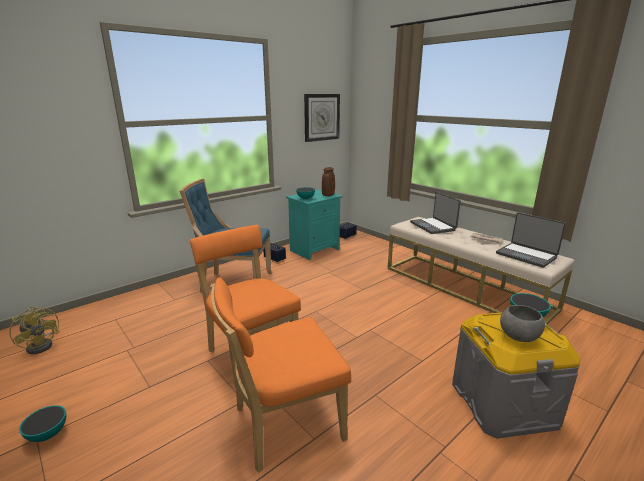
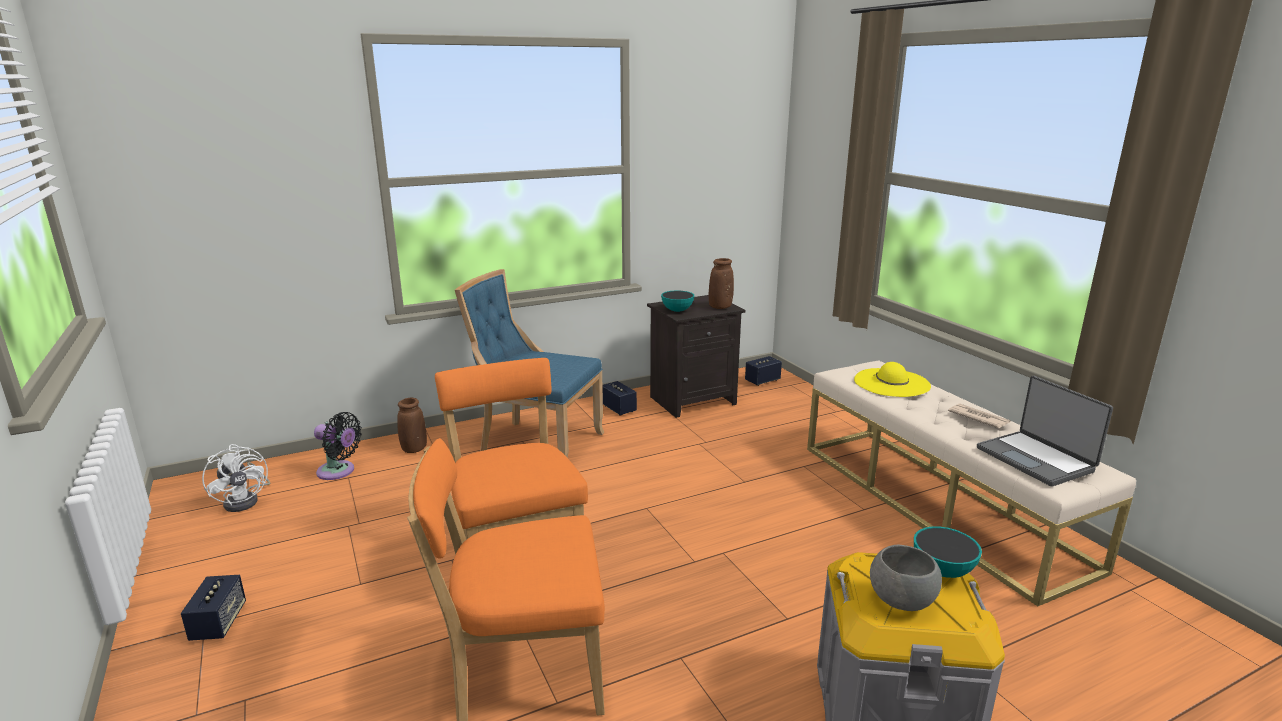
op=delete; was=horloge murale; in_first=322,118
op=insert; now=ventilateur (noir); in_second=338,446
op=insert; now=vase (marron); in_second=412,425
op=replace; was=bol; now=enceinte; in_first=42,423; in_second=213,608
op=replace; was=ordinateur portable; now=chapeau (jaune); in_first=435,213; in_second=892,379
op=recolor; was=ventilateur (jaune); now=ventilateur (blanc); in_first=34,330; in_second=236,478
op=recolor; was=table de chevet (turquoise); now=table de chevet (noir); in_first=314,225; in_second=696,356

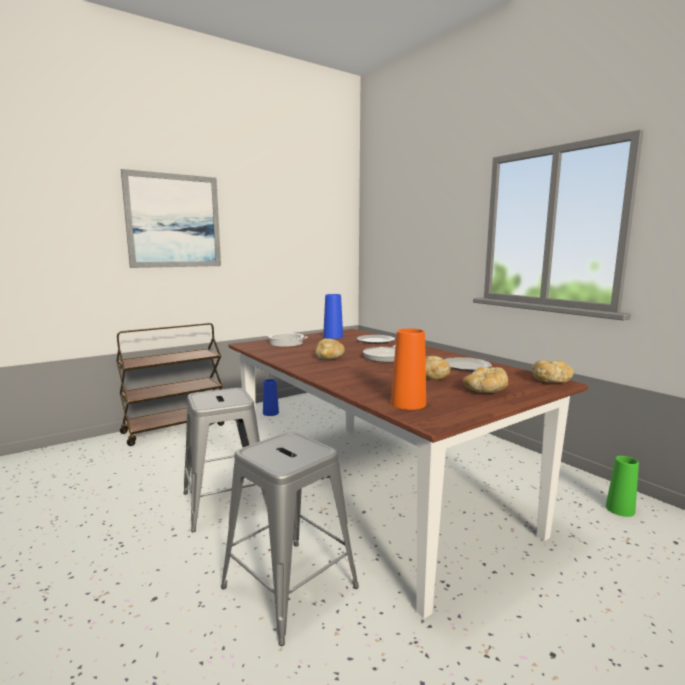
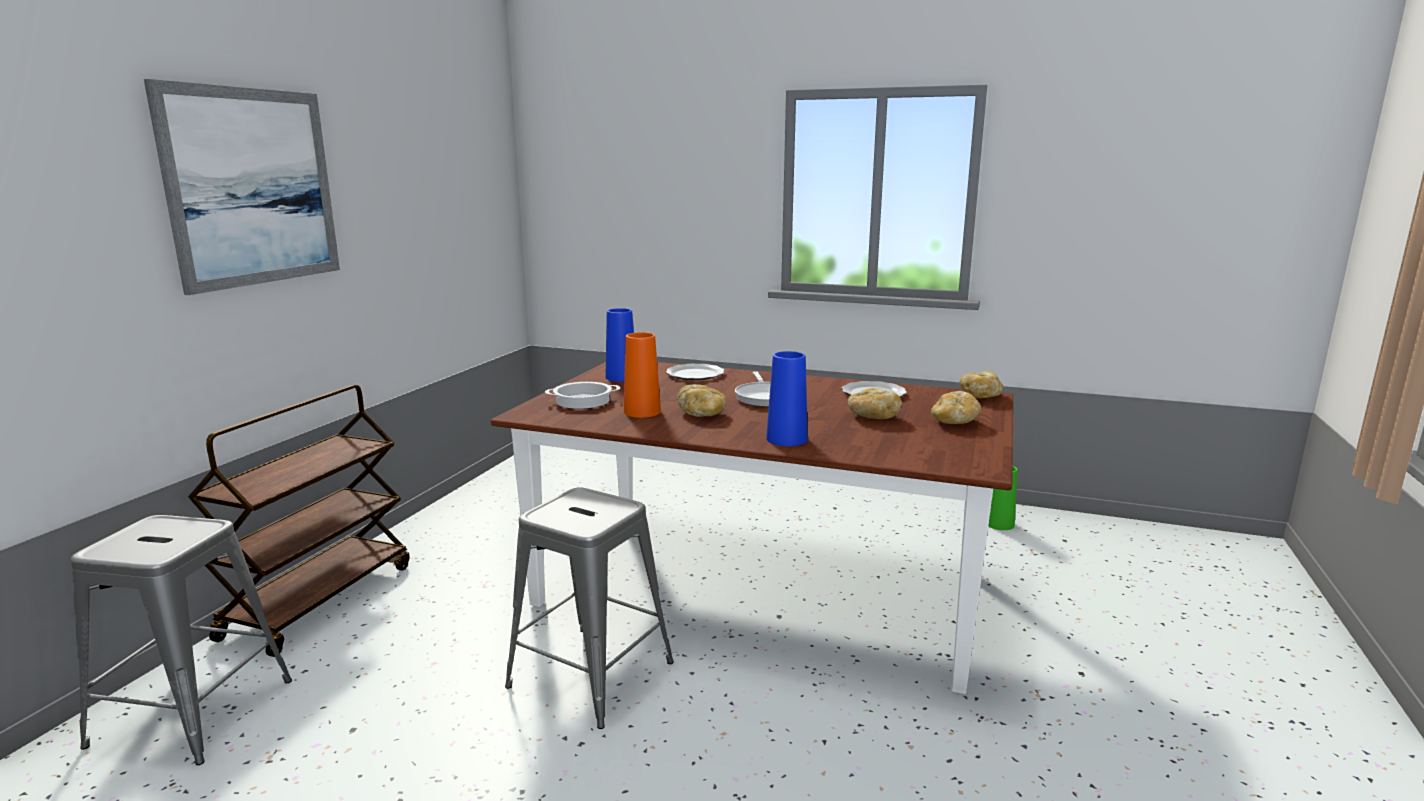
op=move; was=tabouret (gris); in_first=290,538; in_second=181,640
op=move; was=vase (bleu); in_first=271,397; in_second=787,398
op=move; was=vase (orange); in_first=408,369; in_second=642,375

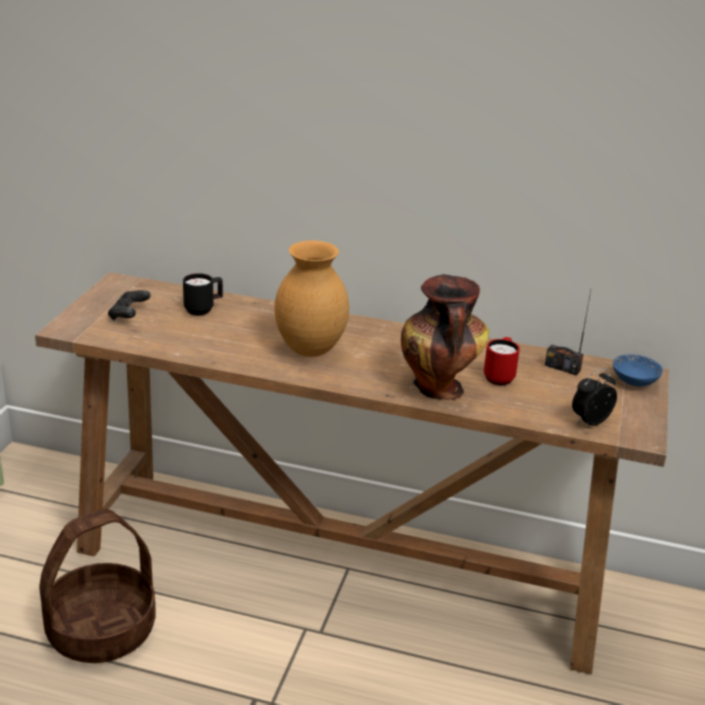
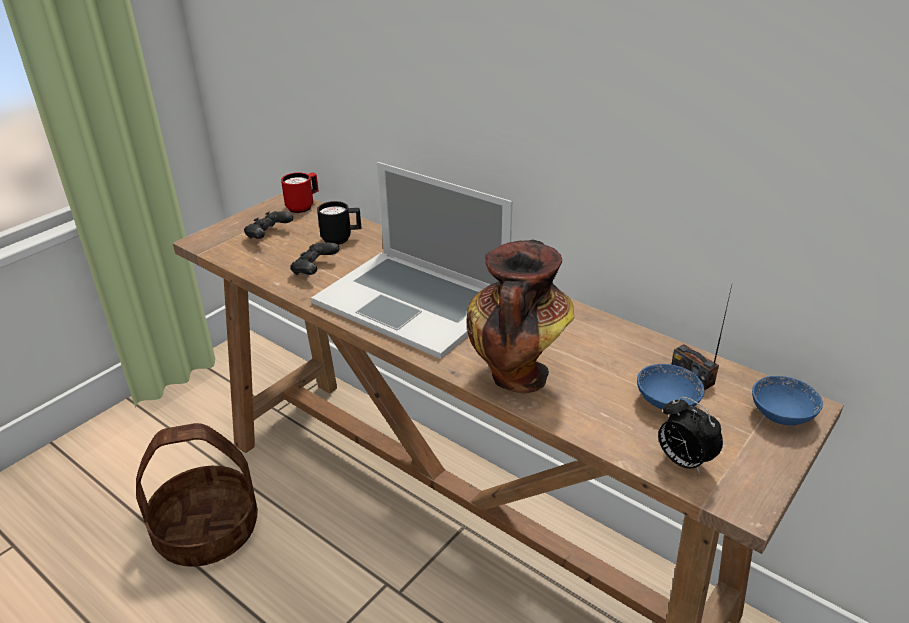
op=insert; now=manette (noir); in_second=315,259
op=insert; now=bol (bleu); in_second=670,387
op=move; was=mug (rouge); in_first=502,361; in_second=300,192
op=replace; was=vase (marron); now=ordinateur portable; in_first=312,299; in_second=411,260
op=rotate; was=réveil; in_first=594,397; in_second=690,435; clockwise=-120

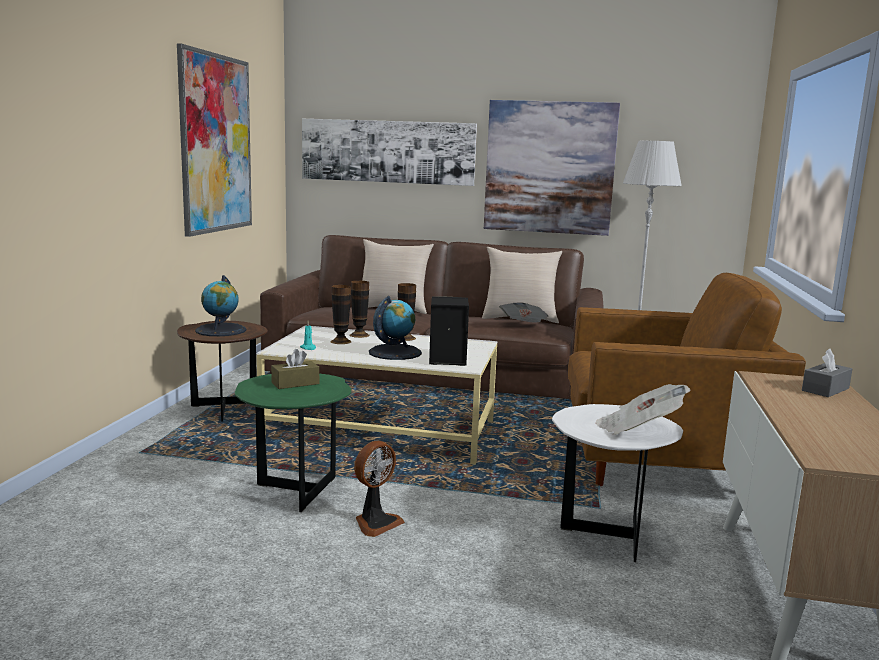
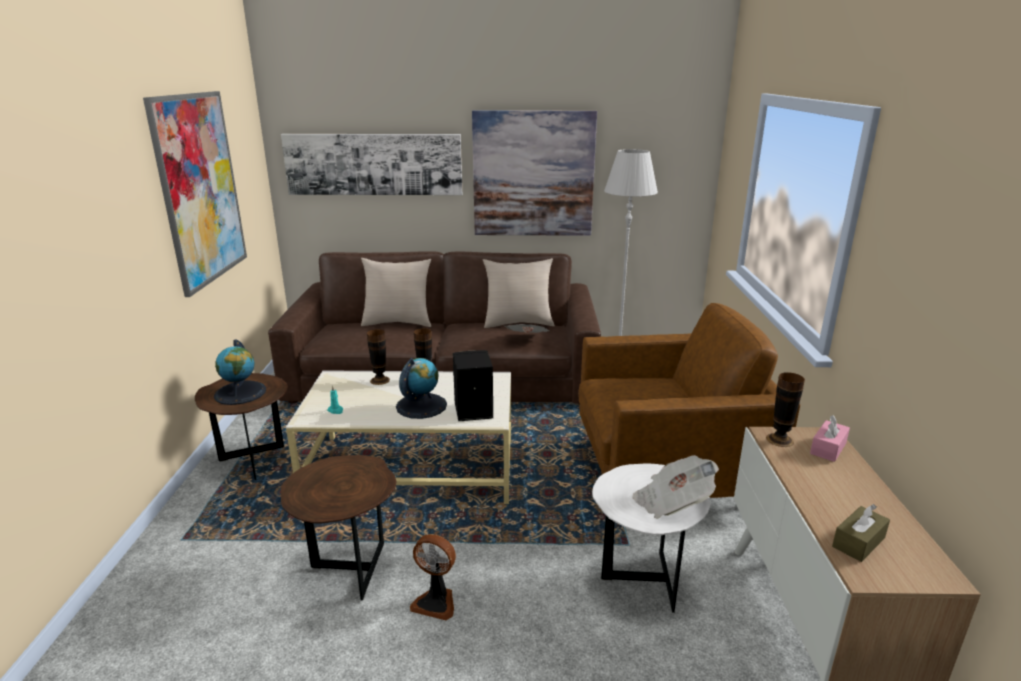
op=move; was=boîte à mouchoirs (marron); in_first=295,369; in_second=861,533
op=move; was=vase; in_first=341,314; in_second=785,409
op=recolor; was=table d'appoint (vert); now=table d'appoint (marron); in_first=293,443; in_second=338,527
op=recolor; was=boîte à mouchoirs (gris); now=boîte à mouchoirs (rose); in_first=827,373; in_second=830,438
op=rotate; was=ventilateur; in_first=379,489; in_second=433,577; clockwise=75

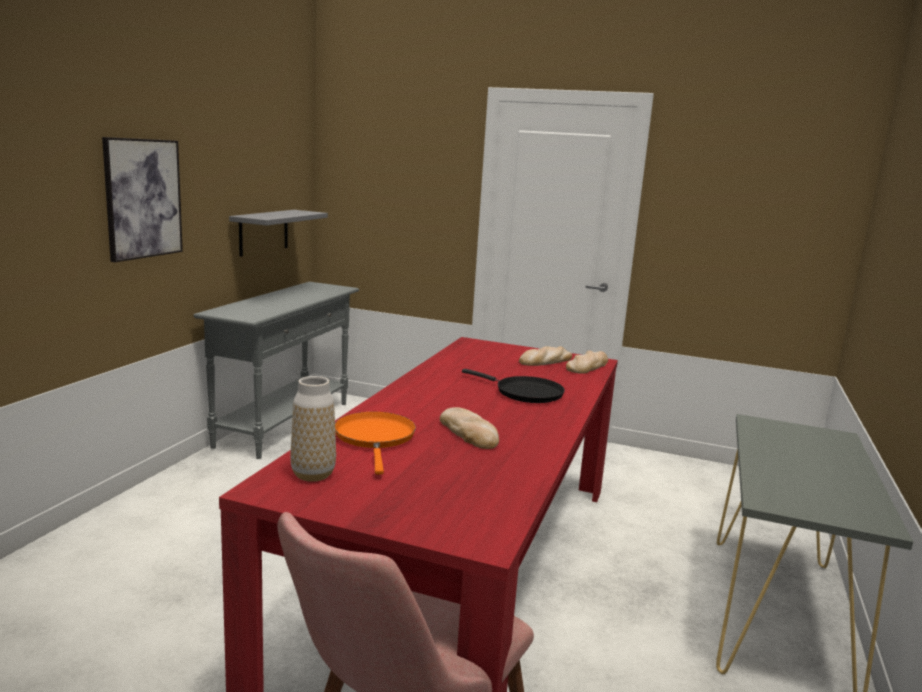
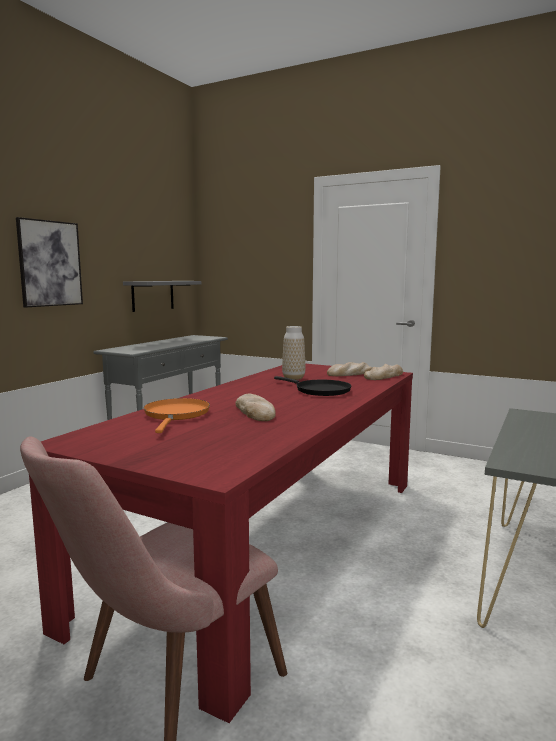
op=move; was=vase; in_first=313,429; in_second=293,353

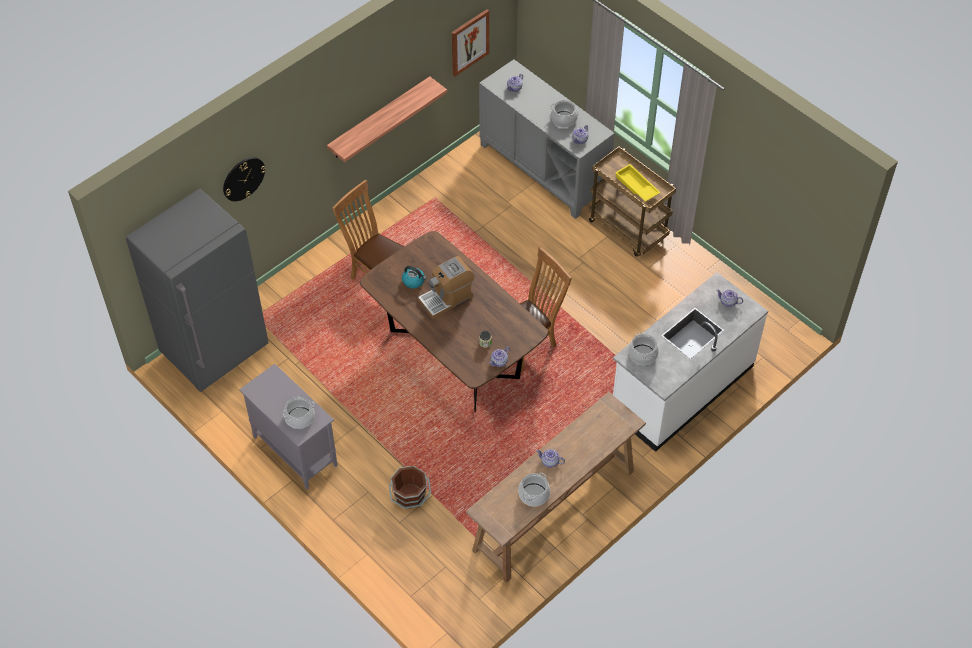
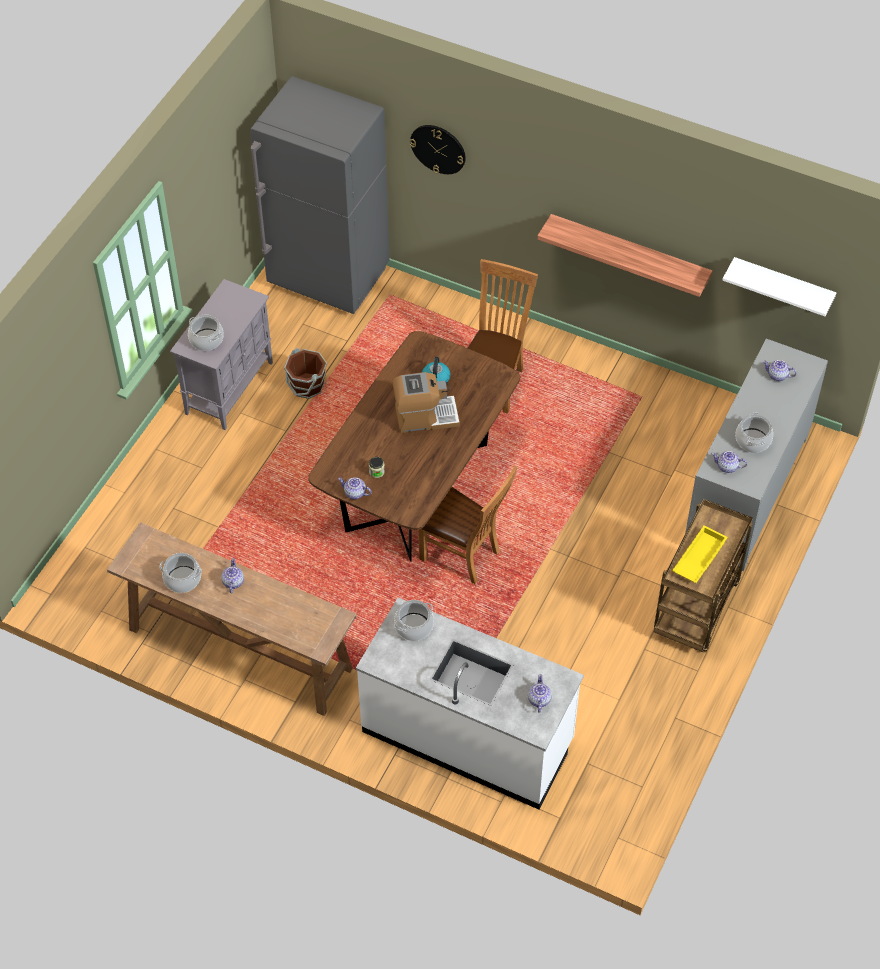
op=move; was=seau (marron); in_first=410,487; in_second=305,373
op=replace; was=tableau; now=étagère (blanc); in_first=470,43; in_second=779,286
op=rotate; was=machine à café; in_first=446,287; in_second=426,402; clockwise=135

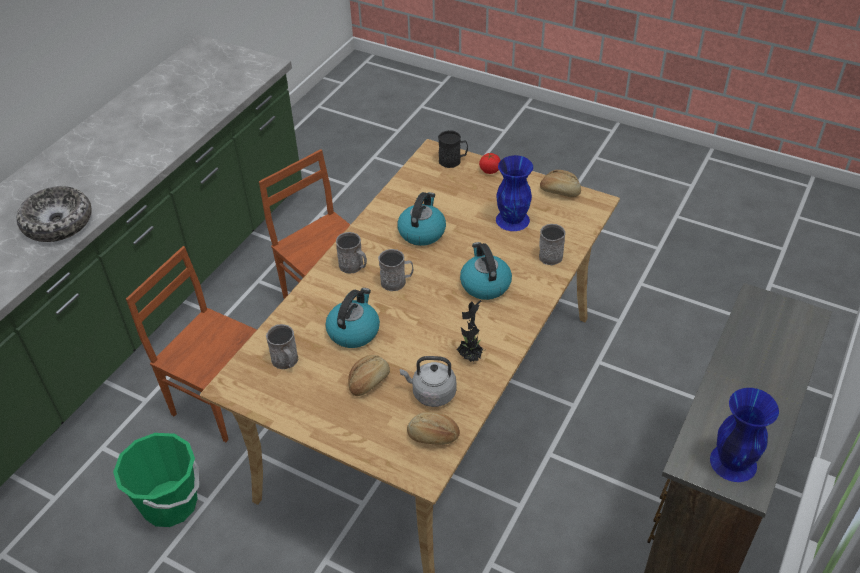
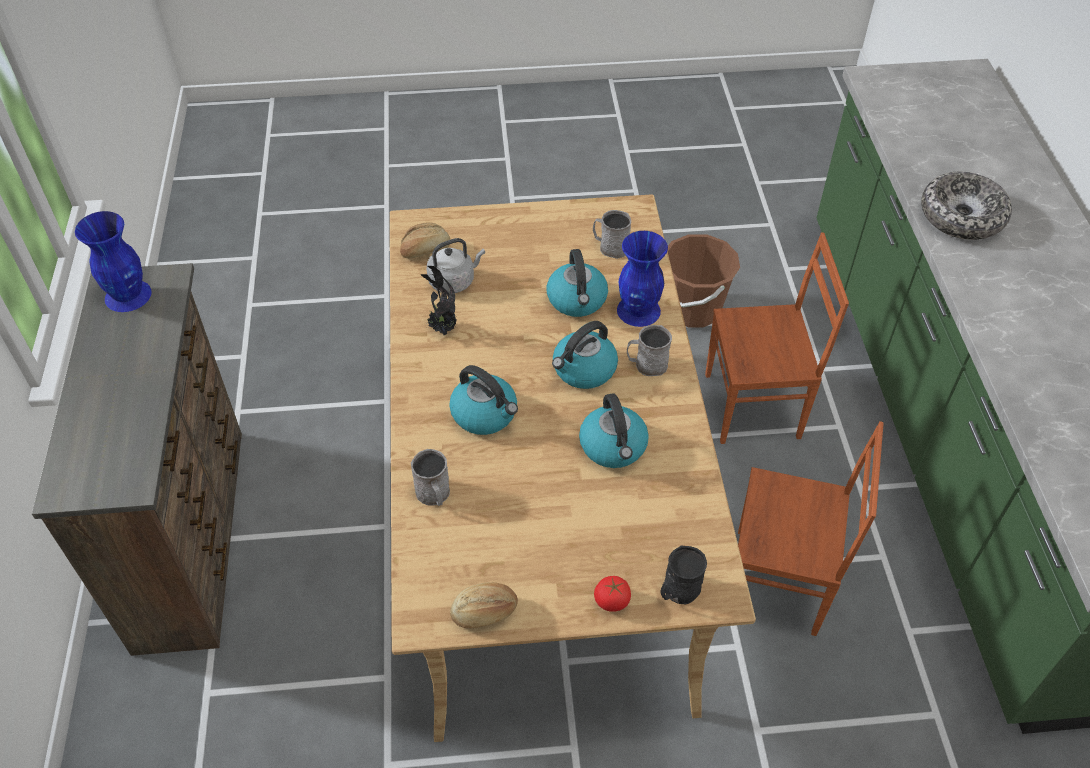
op=delete; was=pain; in_first=369,375
op=move; was=vase (bleu); in_first=514,193; in_second=642,279
op=replace; was=mug (gris); now=bouilloire; in_first=396,270; in_second=585,355
op=recolor; was=seau (vert); now=seau (marron); in_first=156,480; in_second=704,281

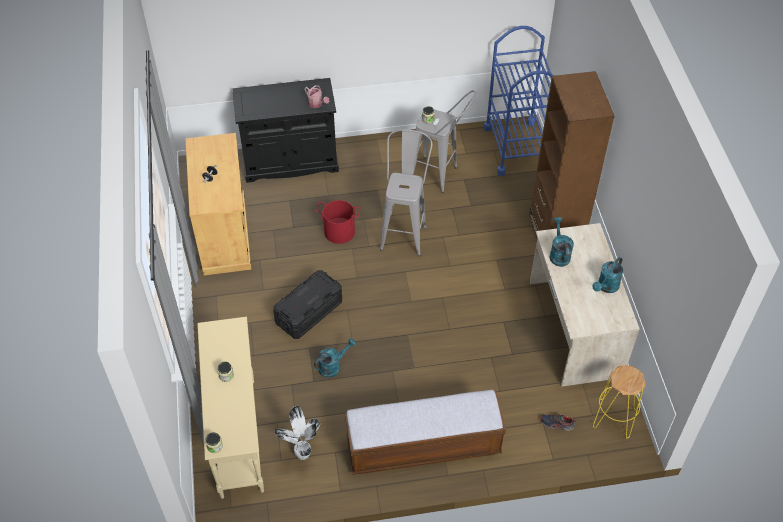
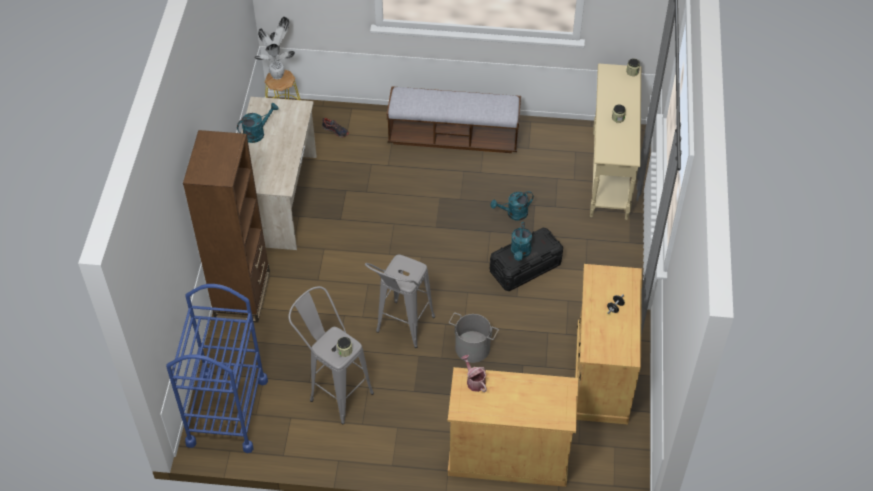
op=move; was=plante en pot; in_first=297,433; in_second=274,48
op=move; was=arrosoir (turquoise); in_first=562,242; in_second=521,241
op=recolor; was=meuble de rangement (noir); now=meuble de rangement (beige); in_first=285,130; in_second=513,427
op=recolor; was=seau (rouge); now=seau (gris); in_first=338,222; in_second=474,338

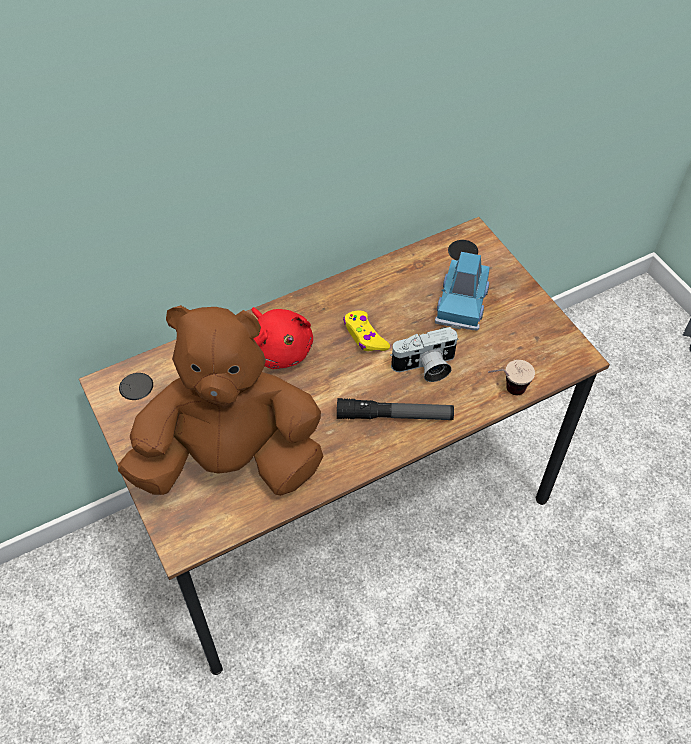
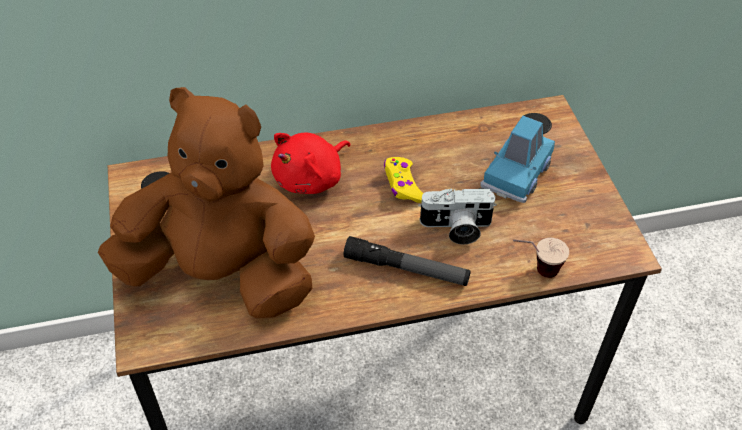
op=rotate; was=peluche (rouge); in_first=282,338; in_second=310,163; clockwise=60

